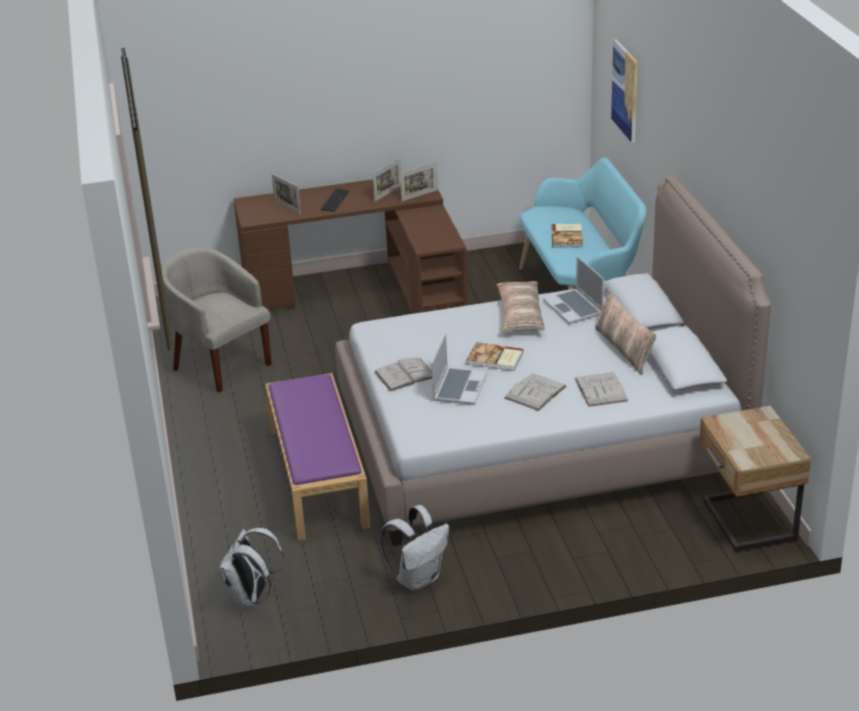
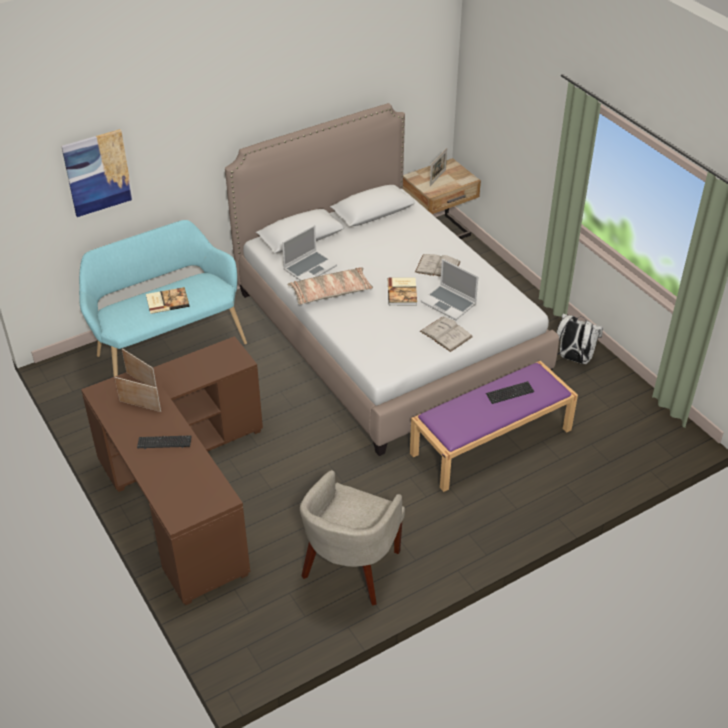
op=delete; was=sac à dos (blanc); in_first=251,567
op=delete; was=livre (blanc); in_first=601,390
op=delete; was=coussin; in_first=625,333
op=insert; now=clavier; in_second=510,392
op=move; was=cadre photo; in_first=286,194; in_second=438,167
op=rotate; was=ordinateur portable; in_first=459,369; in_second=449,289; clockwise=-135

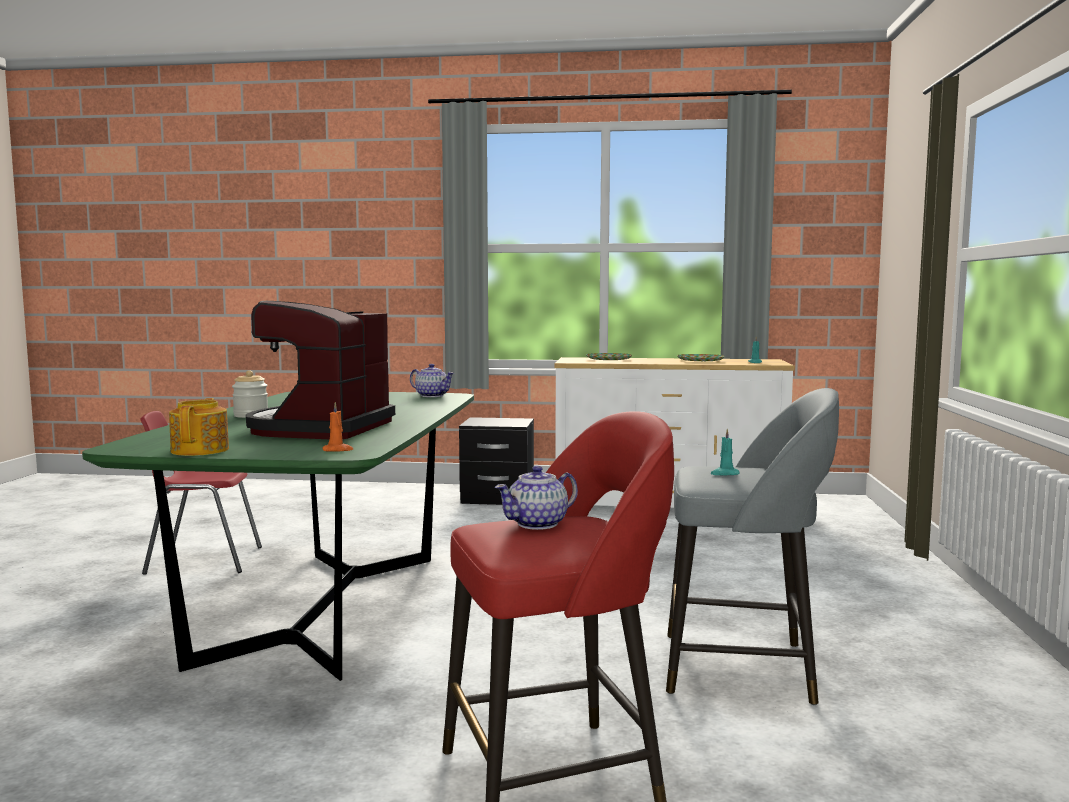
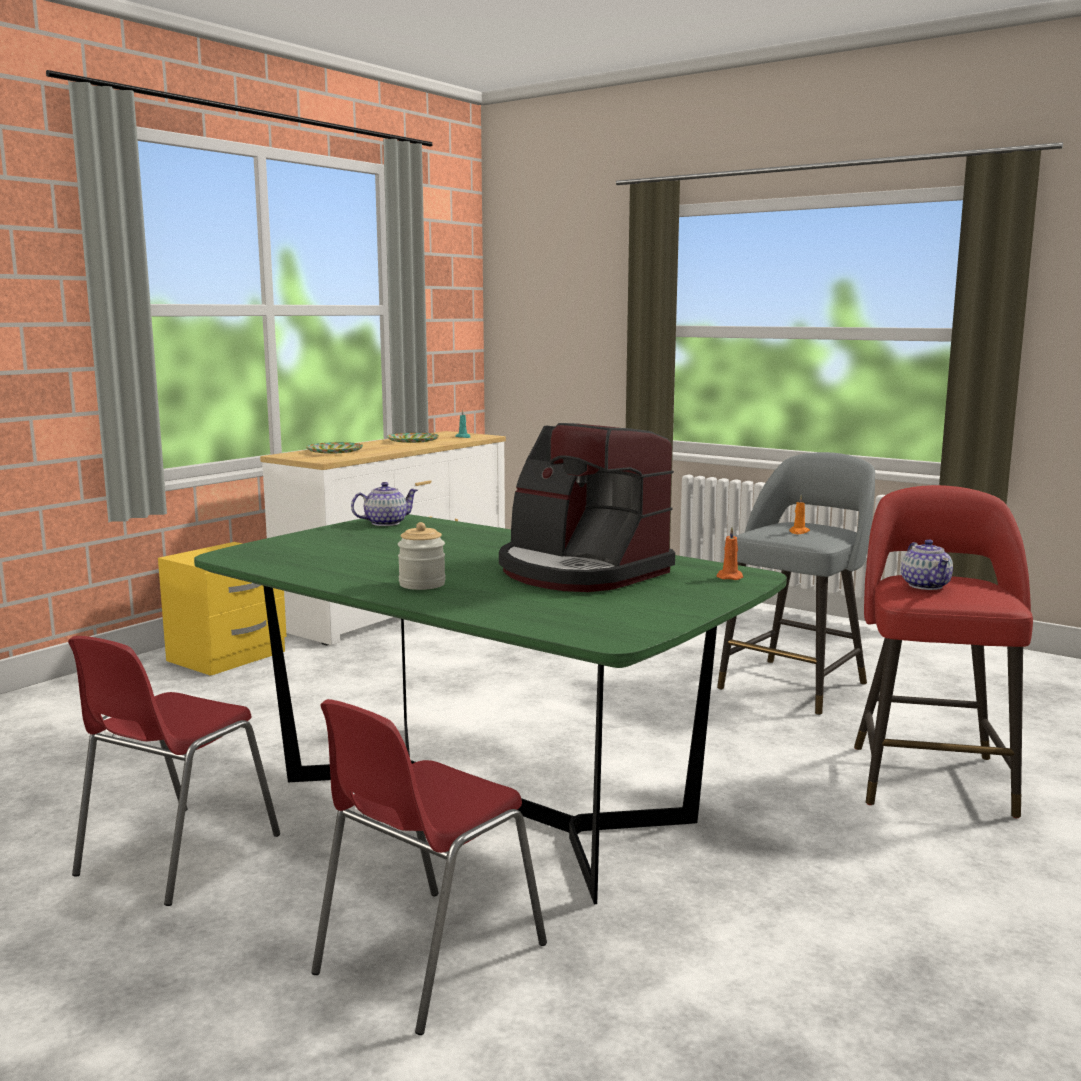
op=delete; was=théière; in_first=199,427
op=insert; now=chaise (rouge); in_second=429,867
op=recolor; was=table de chevet (noir); now=table de chevet (jaune); in_first=496,461; in_second=222,609
op=recolor; was=bougie (turquoise); now=bougie (orange); in_first=724,452; in_second=799,514

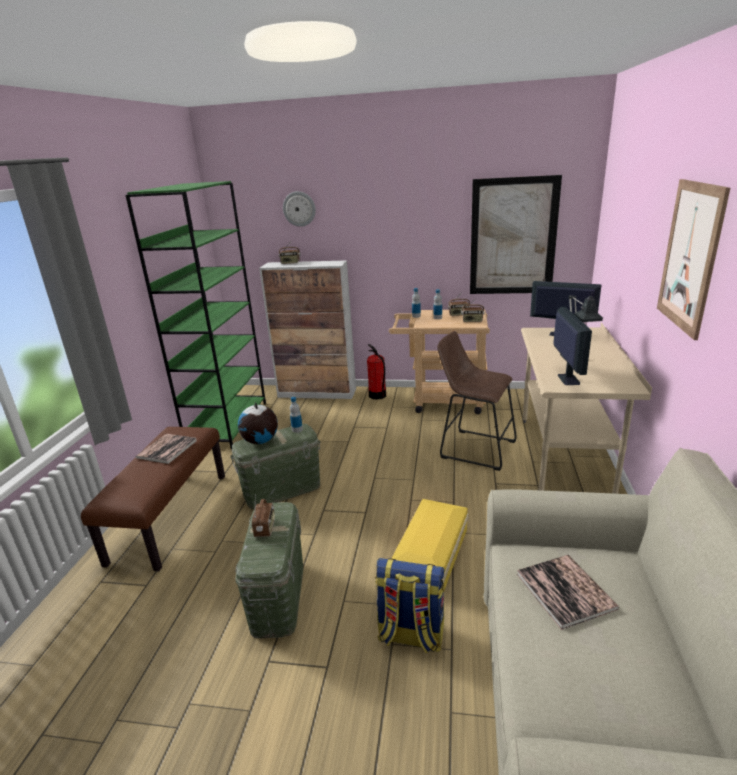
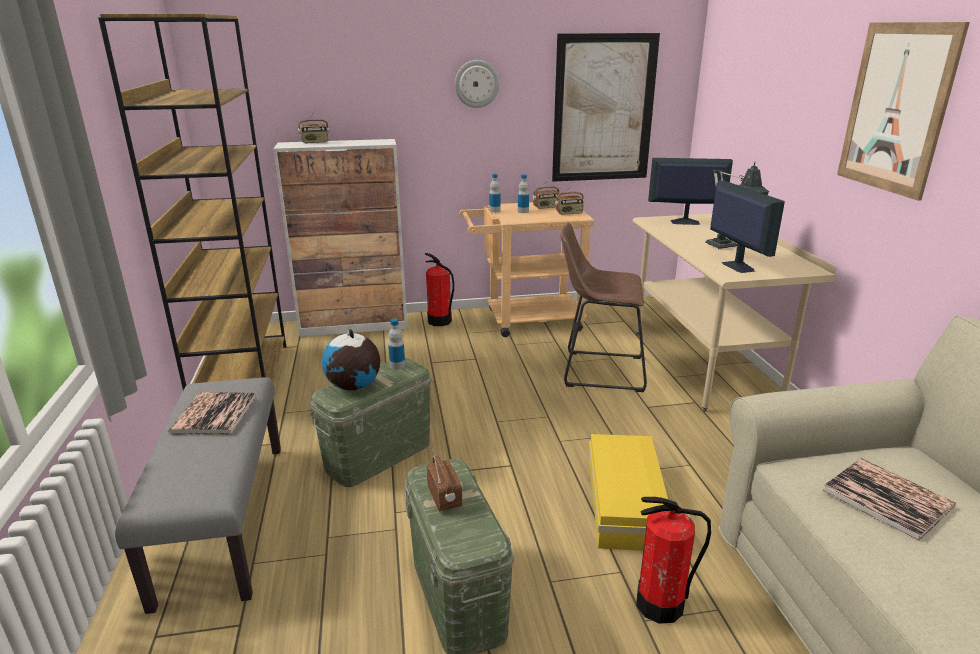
op=move; was=horloge murale; in_first=299,209; in_second=477,84
op=replace; was=sac à dos; now=extincteur; in_first=409,605; in_second=673,560
op=recolor; was=banc (marron); now=banc (gris); in_first=153,499; in_second=198,495
op=recolor; was=bibliothèque (vert); now=bibliothèque (marron); in_first=195,315; in_second=192,202

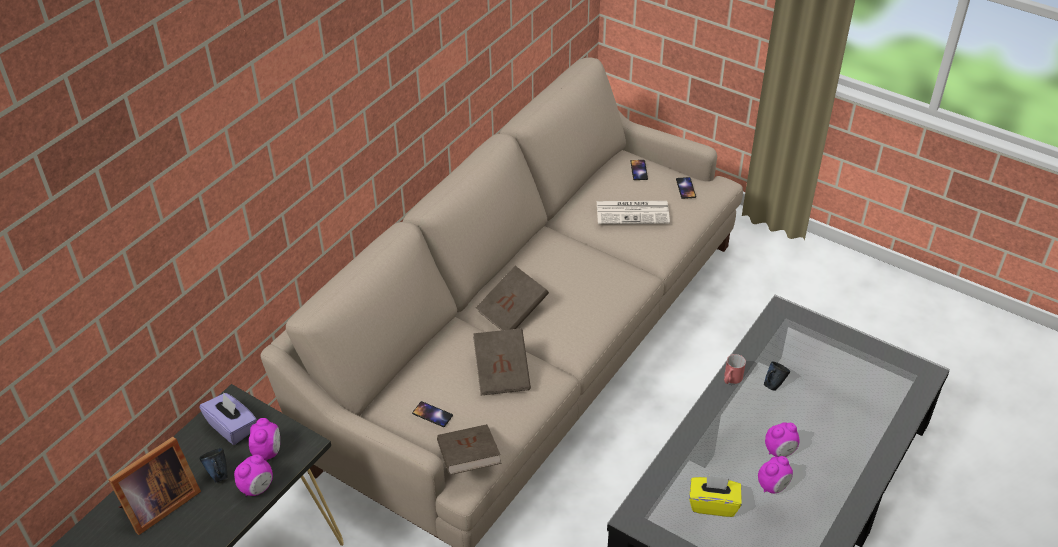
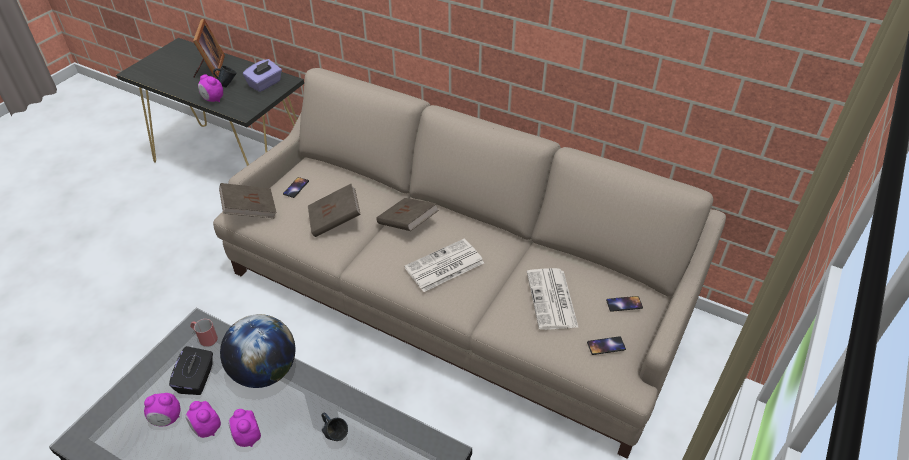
op=insert; now=globe; in_second=257,351
op=insert; now=journal; in_second=444,265
op=move; was=réveil; in_first=264,439; in_second=162,409
op=move; was=mug (rouge); in_first=735,369; in_second=204,333
op=recolor; was=boîte à mouchoirs (jaune); now=boîte à mouchoirs (noir); in_first=715,496; in_second=191,370
op=rotate; was=cadre photo; in_first=154,486; in_second=209,48; clockwise=-135

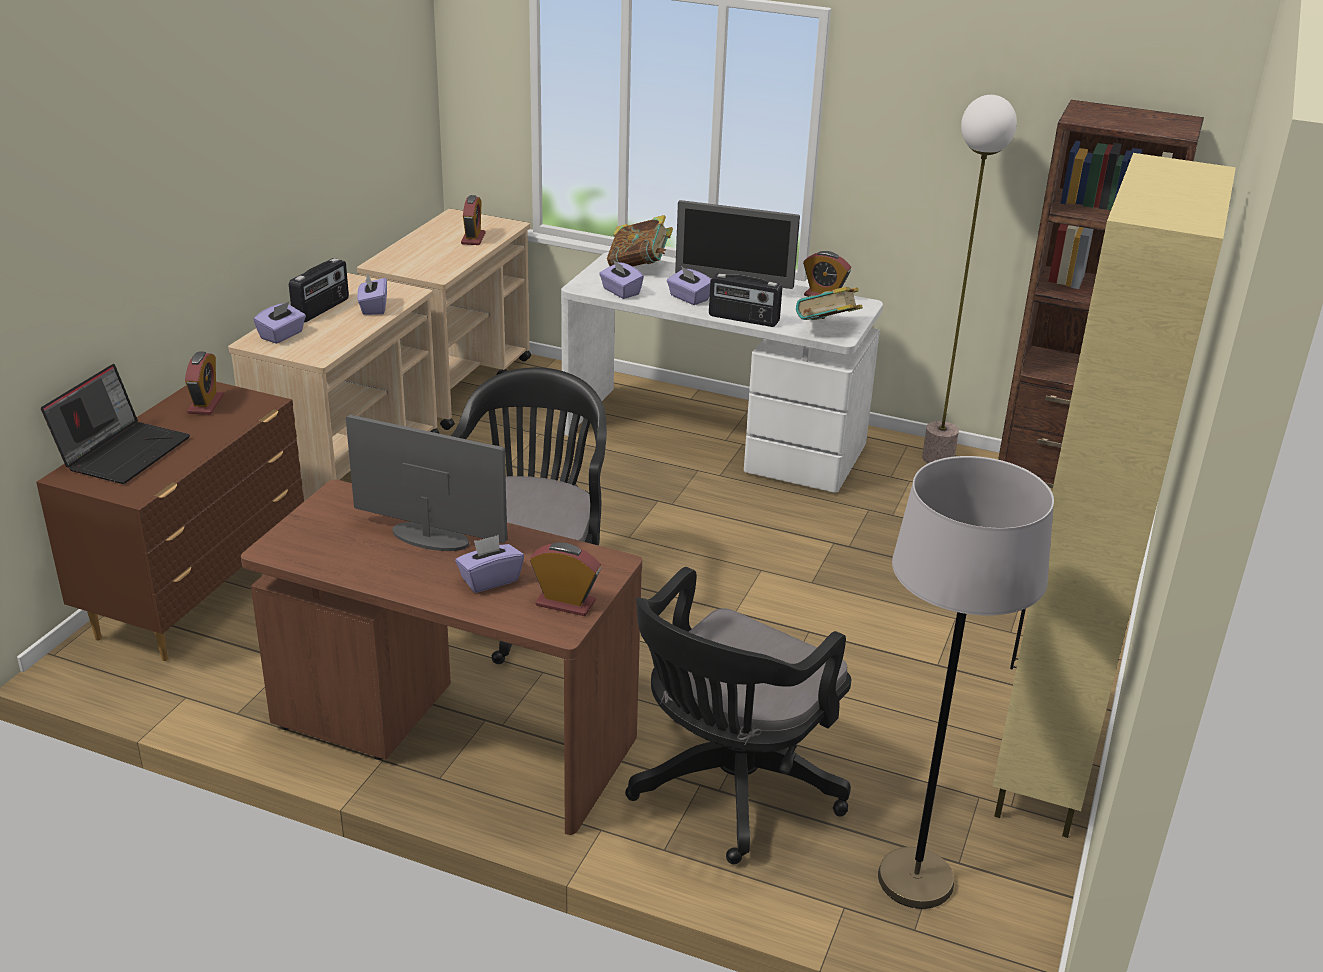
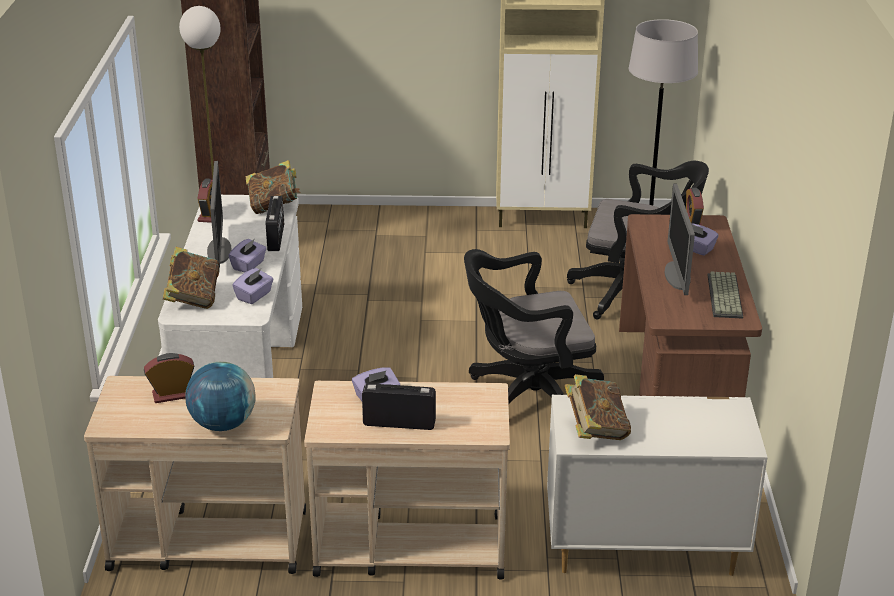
op=delete; was=ordinateur portable; in_first=115,424
op=delete; was=boîte à mouchoirs (violet); in_first=279,323
op=insert; now=globe; in_second=220,396
op=insert; now=clavier; in_second=725,295
op=replace; was=réveil; now=livre; in_first=204,383; in_second=598,407
op=recolor; was=commode (marron); now=commode (blanc); in_first=170,521; in_second=657,485

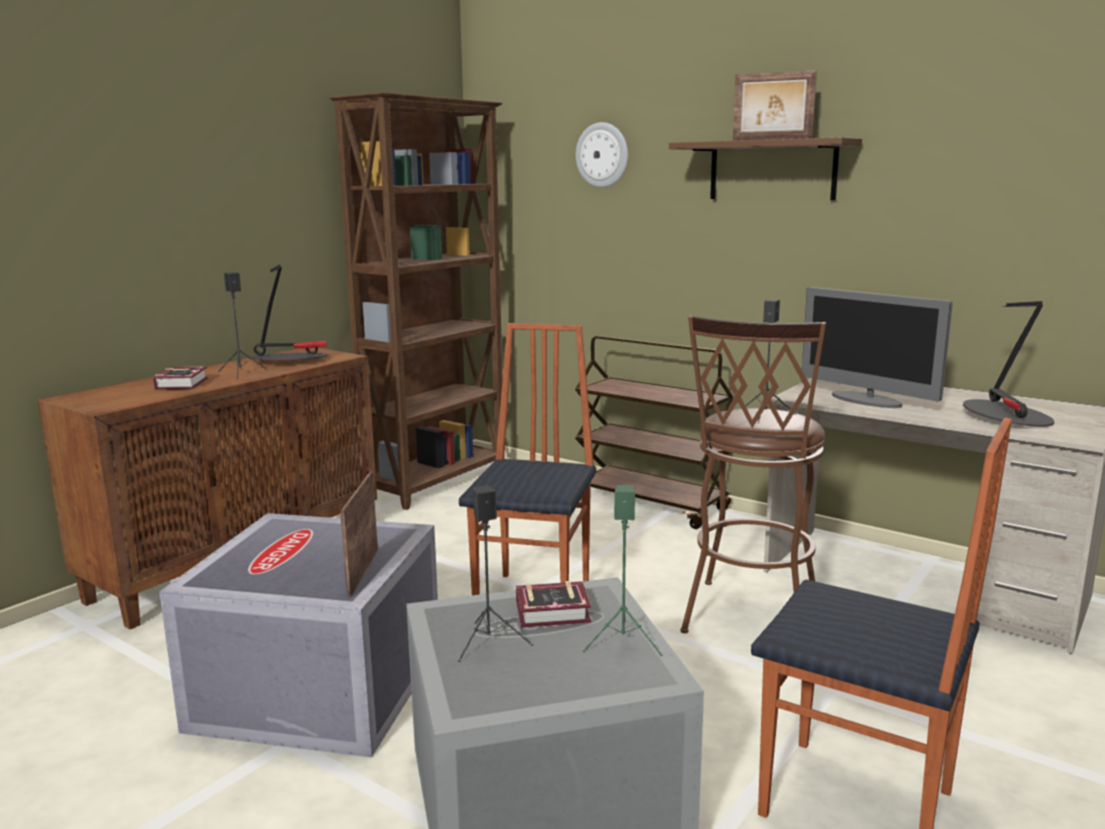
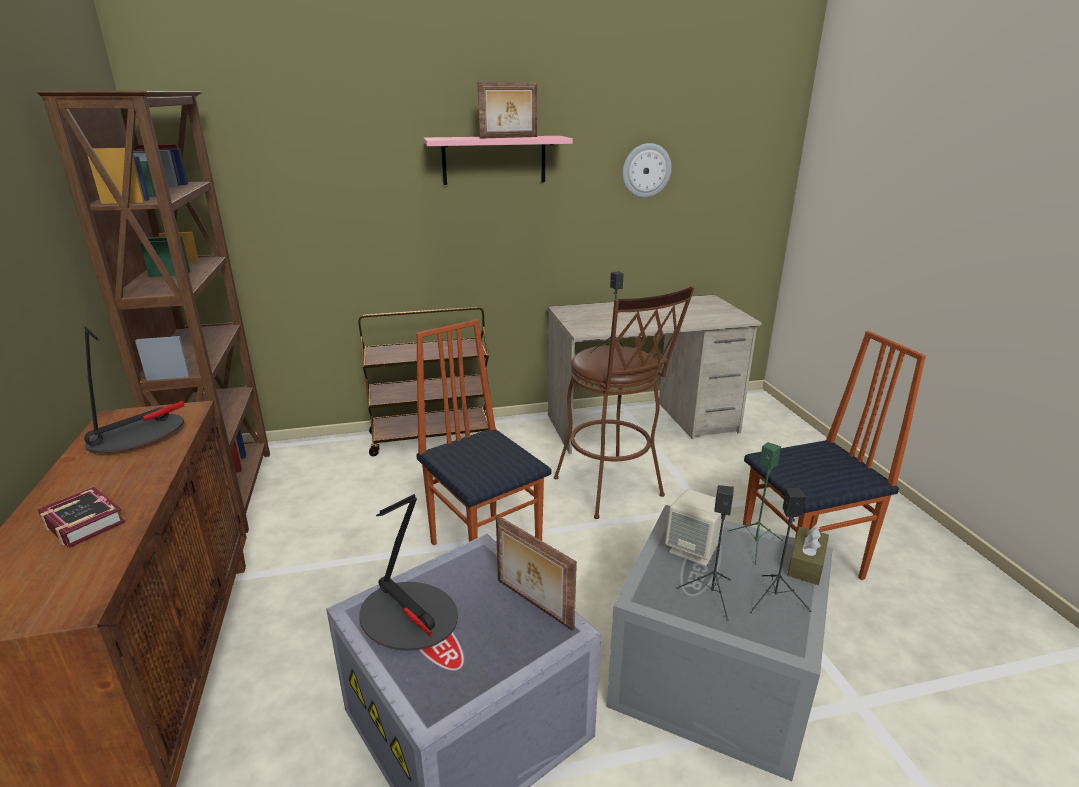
op=delete; was=écran d'ordinateur; in_first=877,347
op=insert; now=boîte à mouchoirs (marron); in_second=808,554
op=move; was=enceinte (noir); in_first=242,326; in_second=780,550
op=move; was=horloge murale; in_first=601,155; in_second=647,170
op=move; was=lampe de table; in_first=1008,364; in_second=408,572
op=replace; was=livre; now=enceinte (beige); in_first=553,604; in_second=695,527
op=recolor; was=étagère (marron); now=étagère (rose); in_first=765,168; in_second=498,160

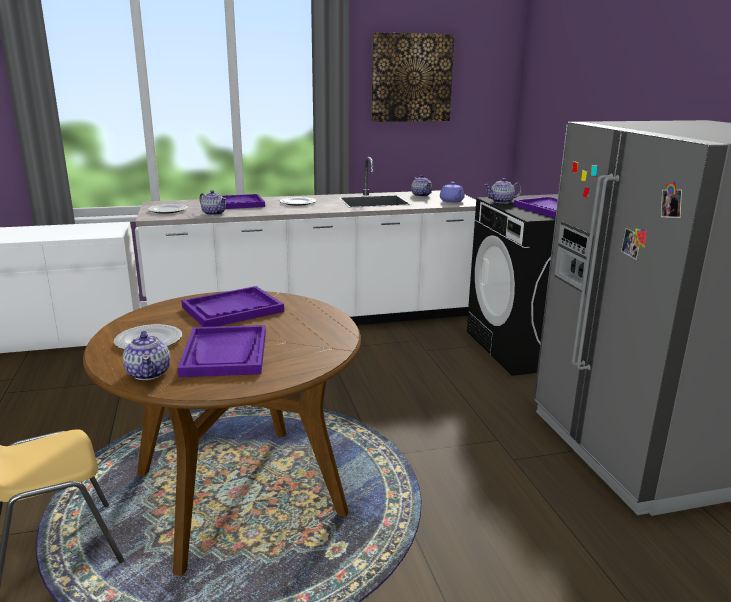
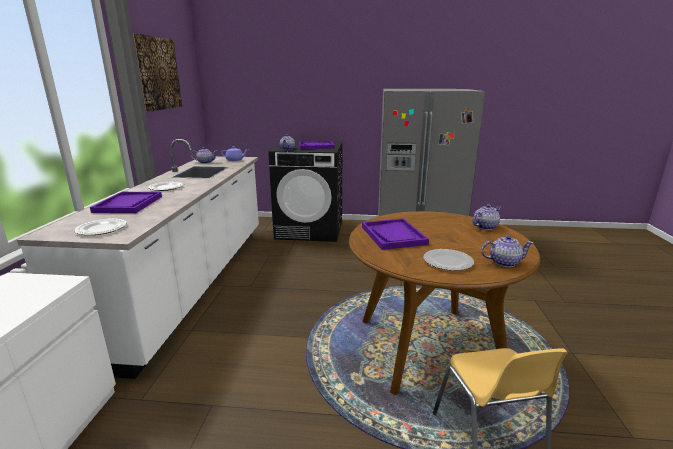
op=delete; was=plateau (violet); in_first=222,351
op=move; was=théière; in_first=212,203; in_second=487,217

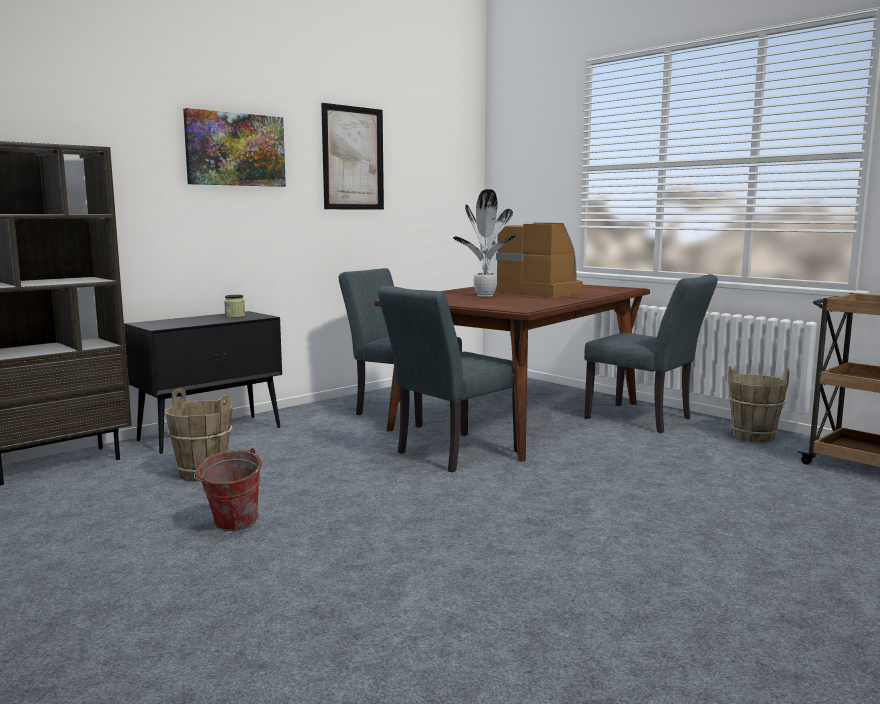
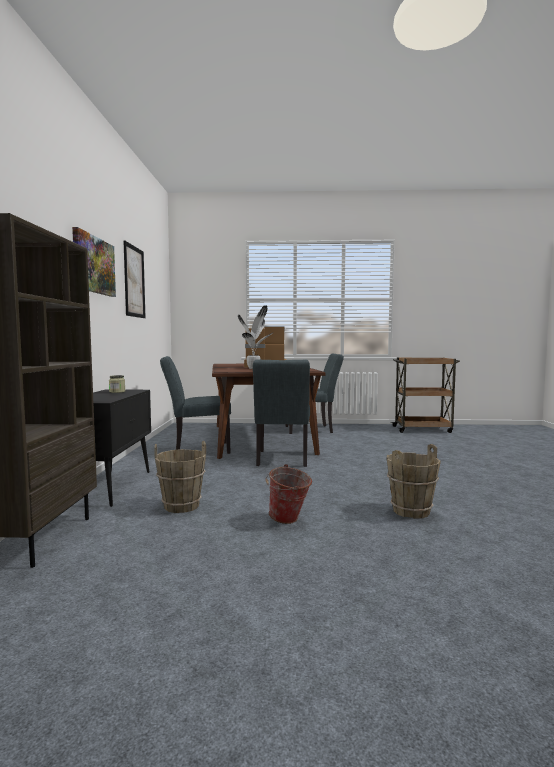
op=move; was=seau (marron); in_first=758,404; in_second=414,481

